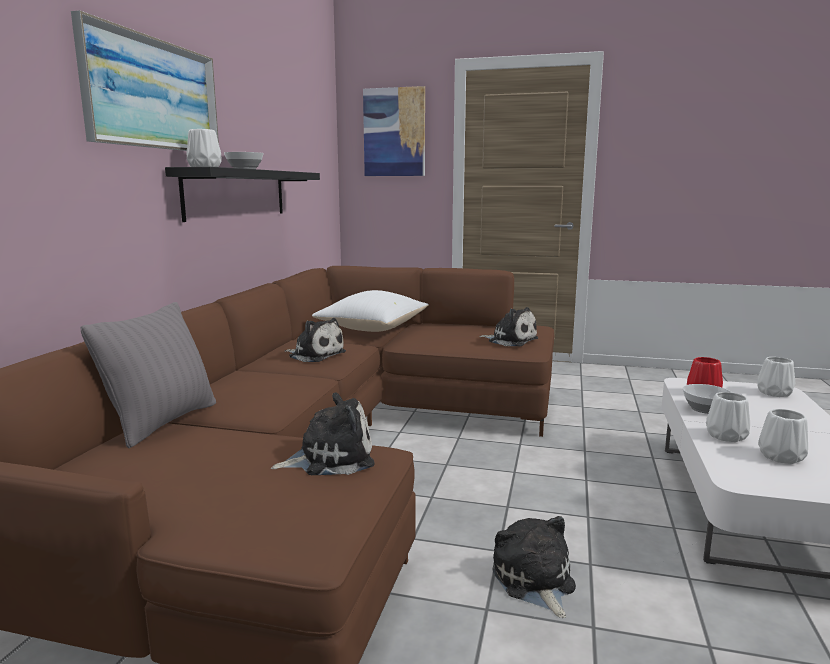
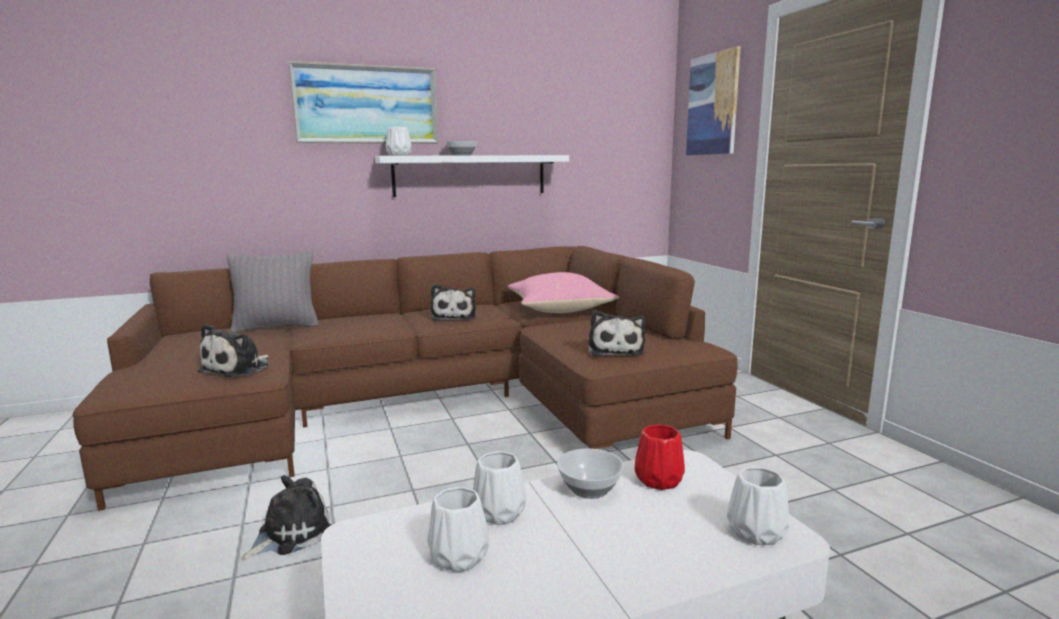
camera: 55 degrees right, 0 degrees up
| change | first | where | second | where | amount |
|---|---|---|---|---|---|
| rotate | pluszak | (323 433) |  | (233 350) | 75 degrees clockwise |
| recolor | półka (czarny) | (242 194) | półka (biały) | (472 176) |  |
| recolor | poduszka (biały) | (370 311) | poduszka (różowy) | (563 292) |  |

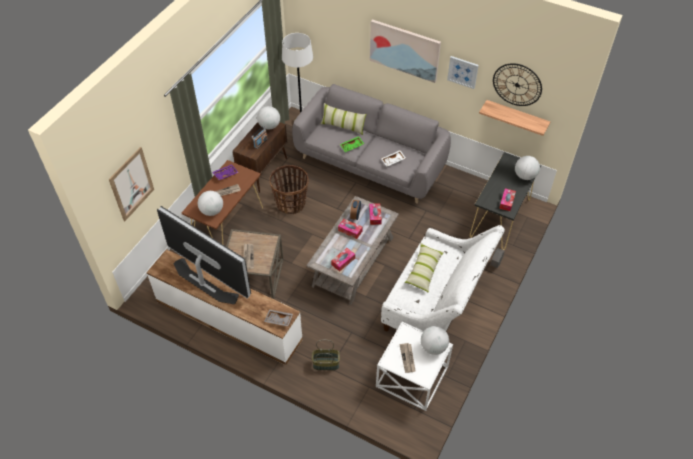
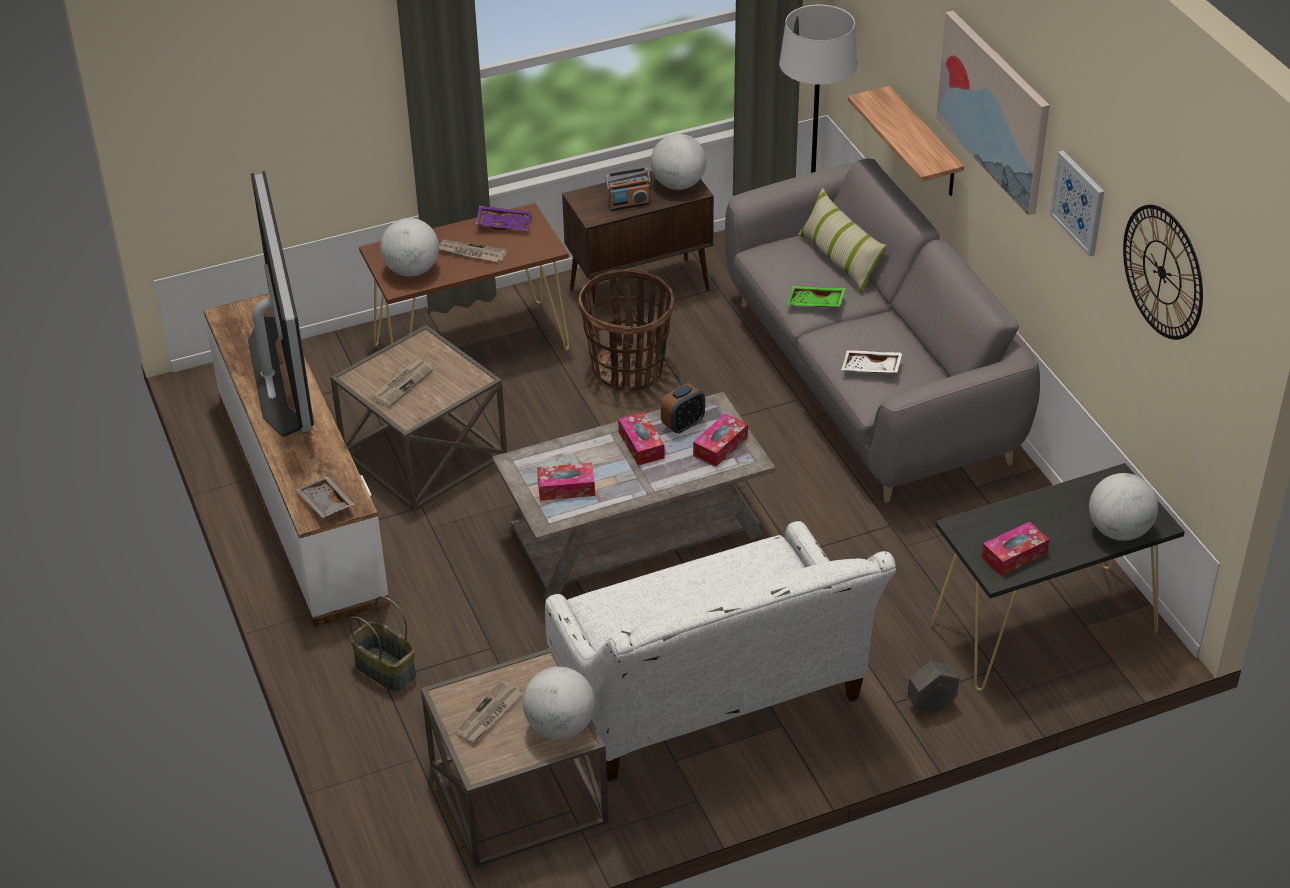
camera: 40 degrees right, 10 degrees down
| change | first | where | second | where | amount |
|---|---|---|---|---|---|
| recolor | stolik (biały) | (414 366) | stolik (brązowy) | (514 757) |  |
| move | półka | (514 118) |  | (906 141) |  |
| delete | obraz | (131 184) |  |  |  |
| delete | poduszka | (424 268) |  |  |  |

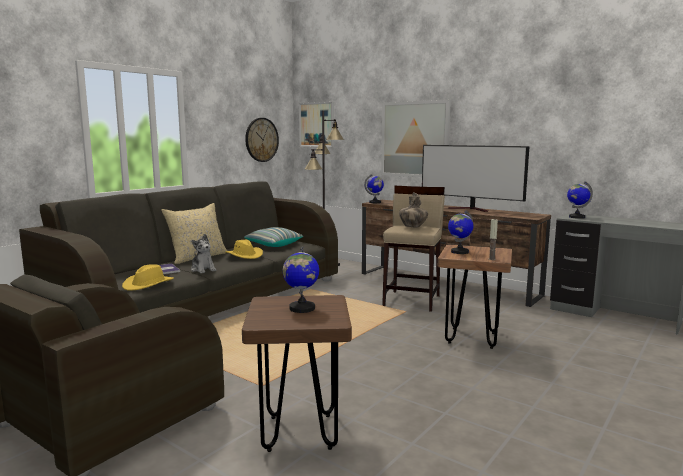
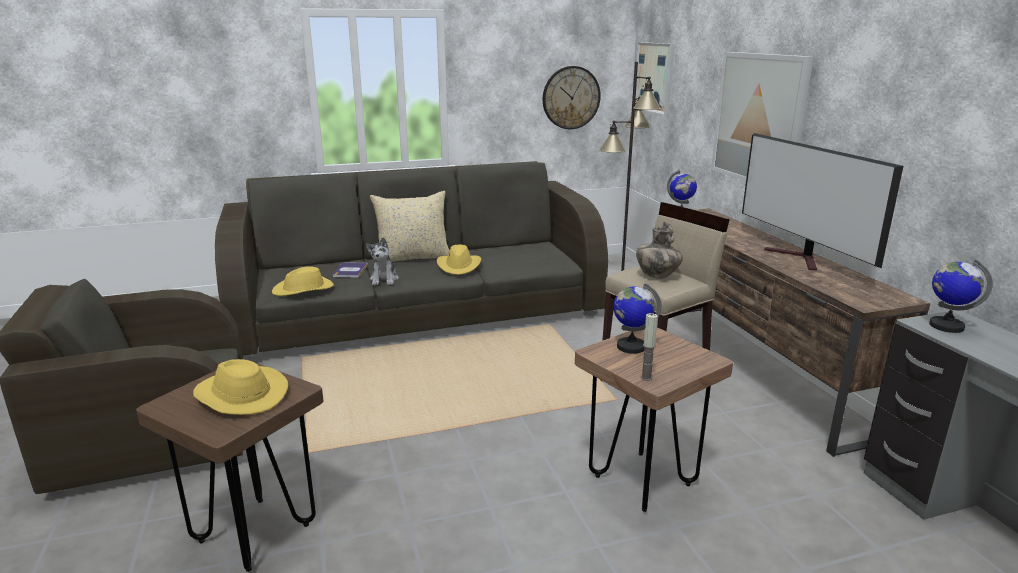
camera: 35 degrees right, 10 degrees up
| change | first | where | second | where | amount |
|---|---|---|---|---|---|
| replace | globus | (301 279) | kapelusz (żółty) | (240 387) |  |
| delete | poduszka | (273 237) |  |  |  |

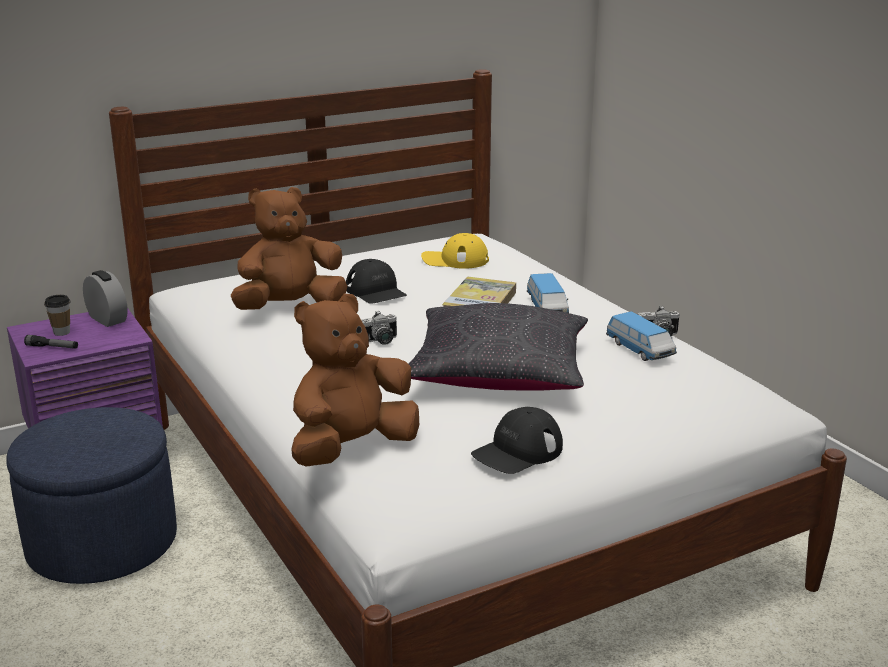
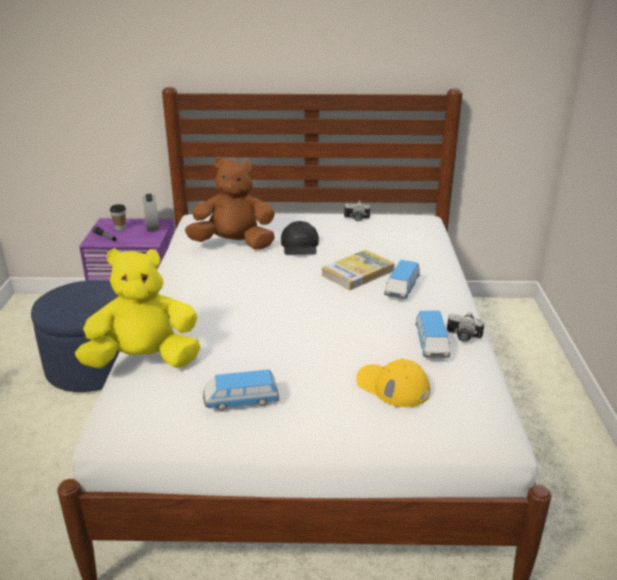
camera: 30 degrees right, 5 degrees up
| change | first | where | second | where | amount |
|---|---|---|---|---|---|
| recolor | pluszak (brązowy) | (355 380) | pluszak (żółty) | (138 308) |  |
| replace | czapka z daszkiem (czarny) | (517 440) | samochodzik | (241 390) |  |
| move | aparat fotograficzny | (379 327) |  | (357 210) |  |
| move | czapka z daszkiem (żółty) | (455 251) |  | (393 383) |  |
| delete | poduszka (czarny) | (498 347) |  |  |  |

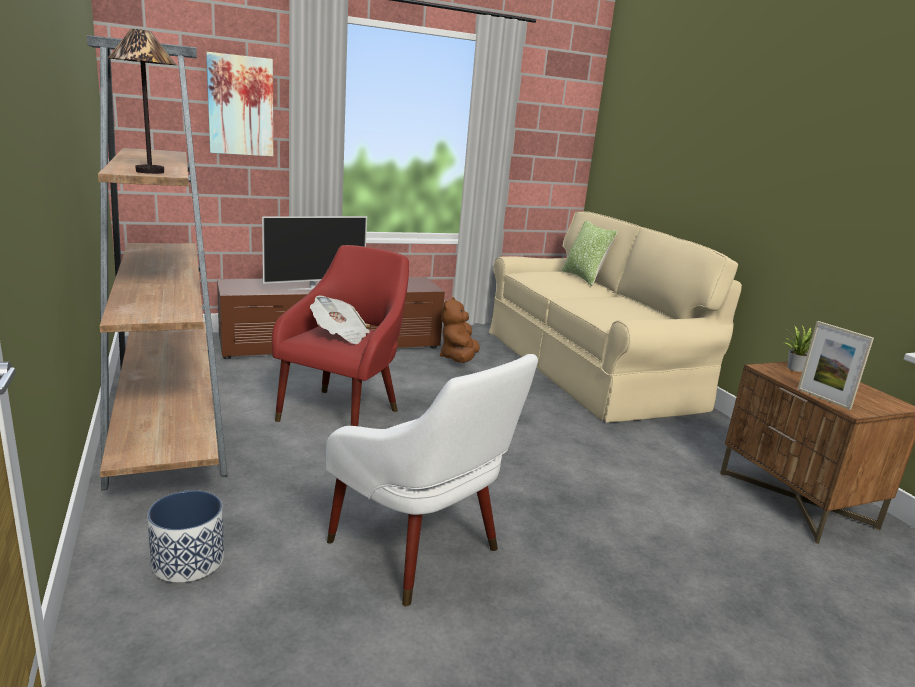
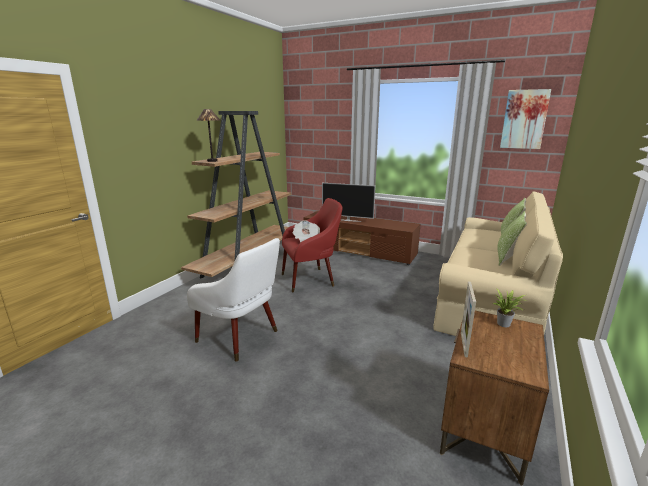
camera: 50 degrees right, 0 degrees up
| change | first | where | second | where | amount |
|---|---|---|---|---|---|
| rotate | fotel (biały) | (431 480) |  | (233 300) | 60 degrees counterclockwise |
| insert |  |  | poduszka | (512 238) |  |
| move | obraz | (239 104) |  | (525 119) |  |
| delete | donica | (185 536) |  |  |  |
| delete | pluszak (brązowy) | (460 330) |  |  |  |

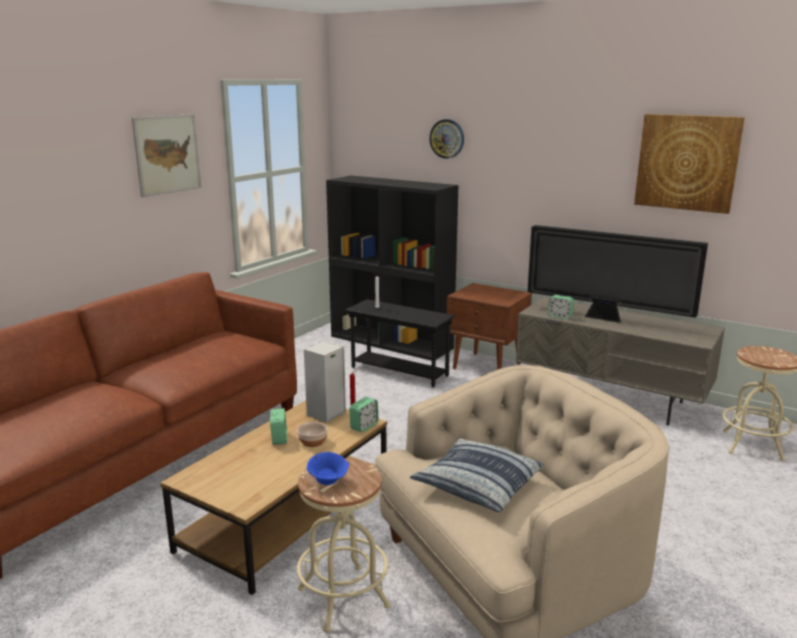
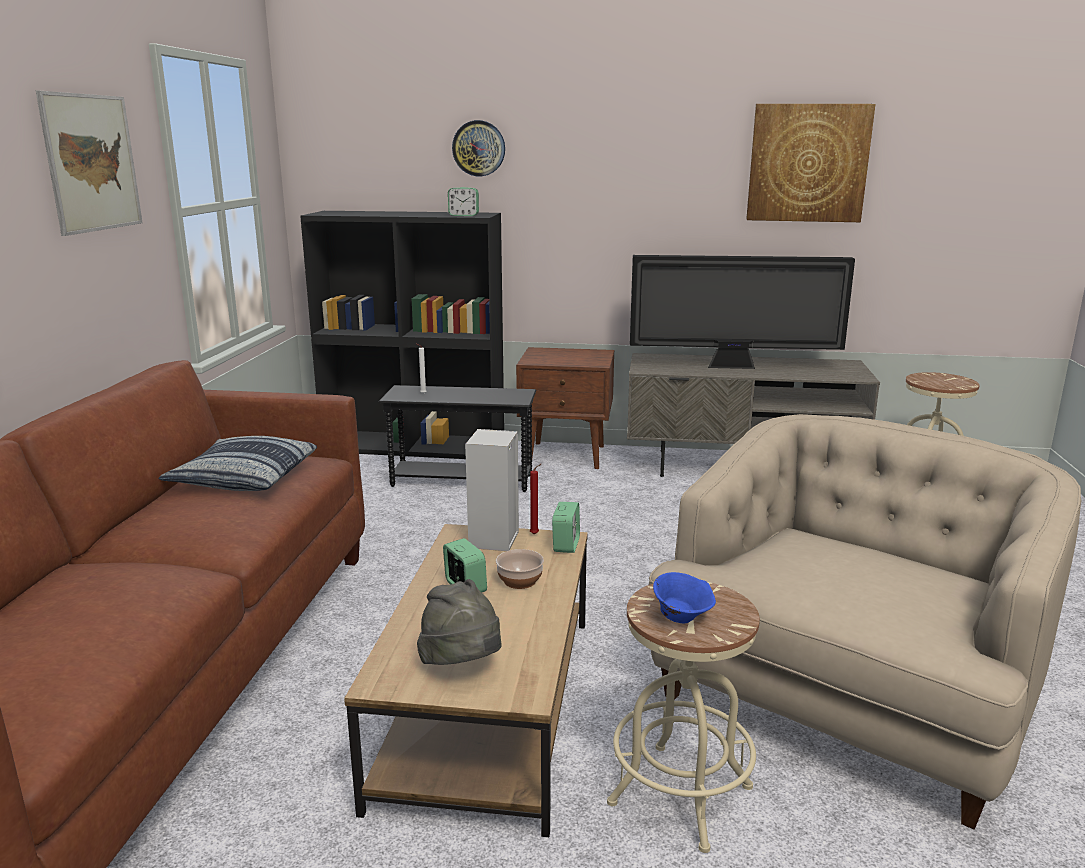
camera: 25 degrees left, 0 degrees up
| change | first | where | second | where | amount |
|---|---|---|---|---|---|
| move | poduszka | (477 474) |  | (238 463) |  |
| insert |  |  | kapelusz (szary) | (459 622) |  |
| move | budzik | (561 307) |  | (463 201) |  |

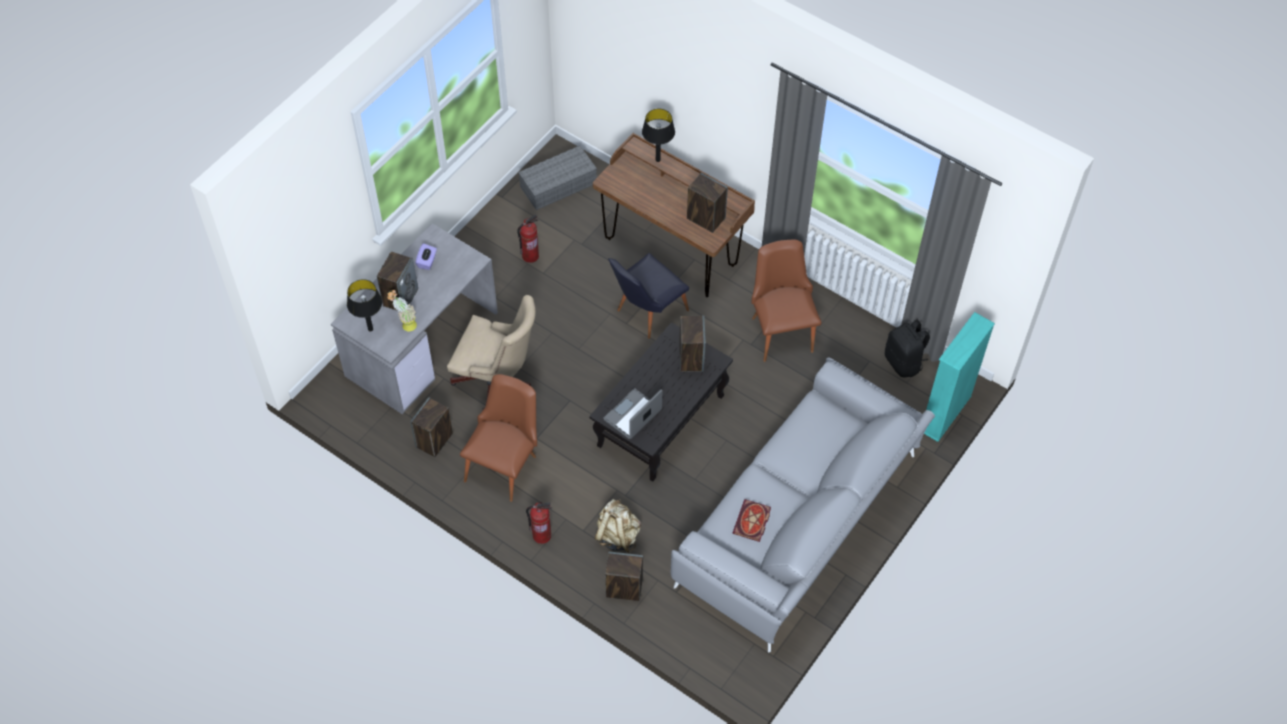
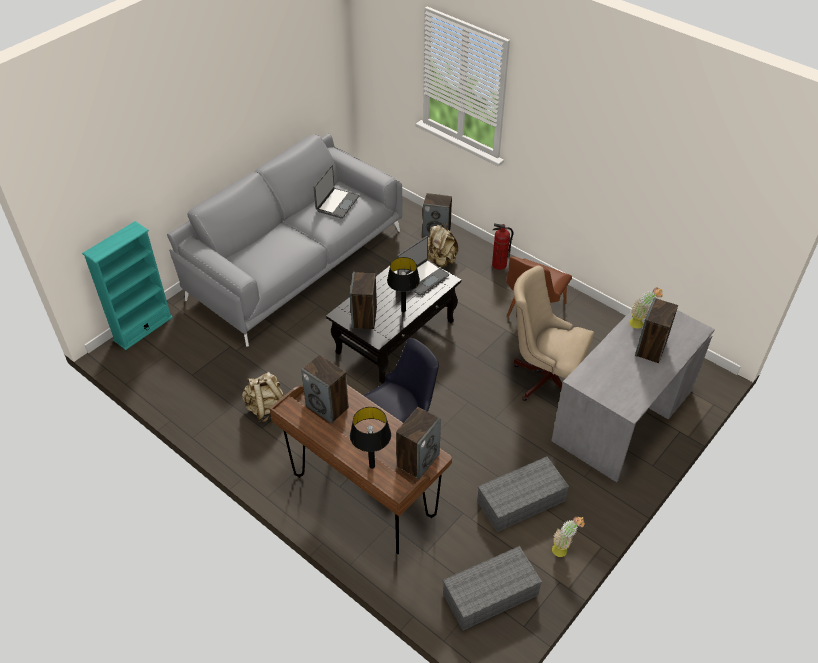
camera: 175 degrees left, 10 degrees down
| change | first | where | second | where | amount |
|---|---|---|---|---|---|
| replace | krzesło (brązowy) | (786 301) | plecak (beżowy) | (263 397) |  |
| replace | książka | (752 520) | laptop | (336 192) |  |
| move | lampa stołowa (czarny) | (364 305) |  | (403 284) |  |
| move | głośnik | (431 427) |  | (418 443) |  |
| replace | gaśnica | (528 238) | pojemnik do przechowywania (szary) | (523 494) |  |
| insert |  |  | roślina doniczkowa | (568 536) |  |
| delete | pudełko chusteczek (fioletowy) | (426 256) |  |  |  |
| delete | plecak (czarny) | (907 348) |  |  |  |

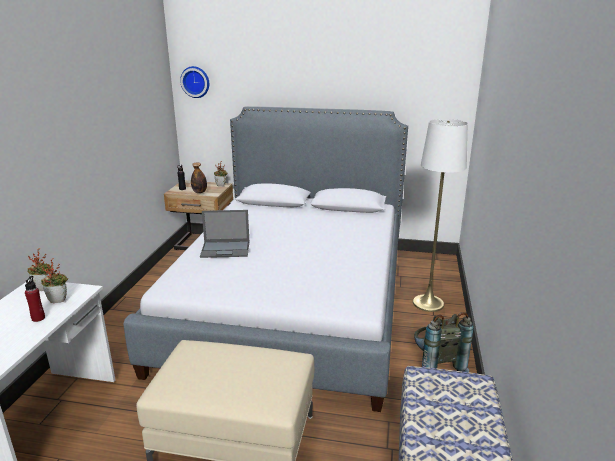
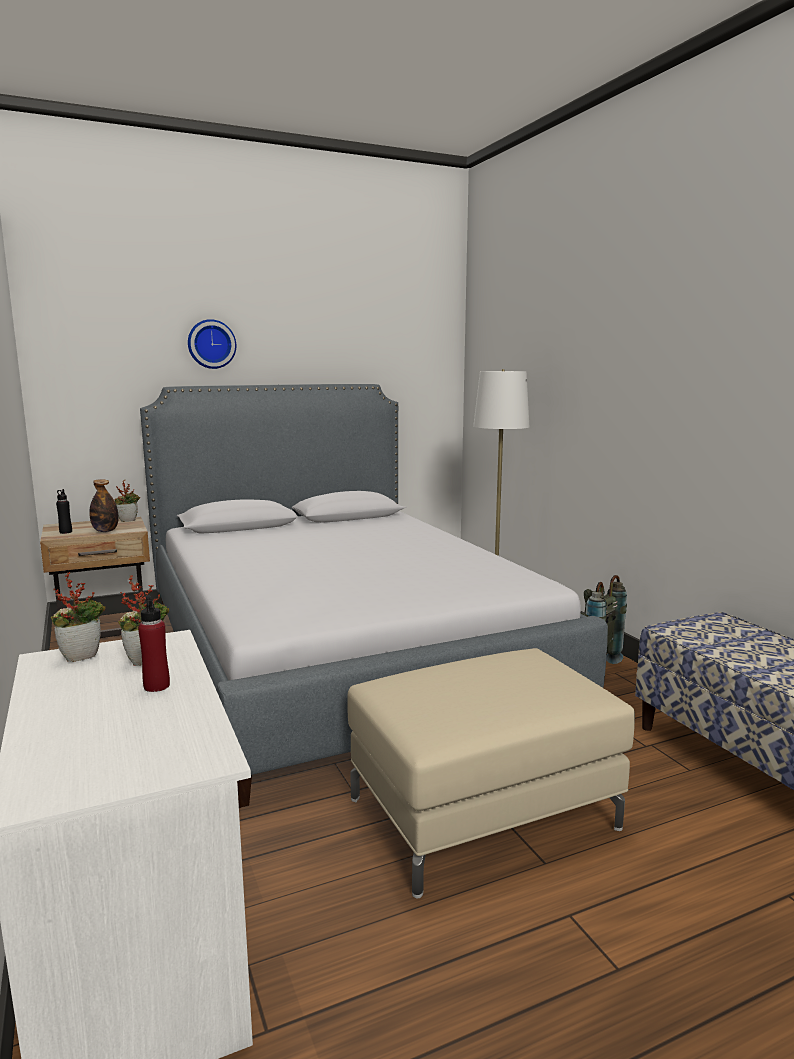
camera: 35 degrees left, 10 degrees down
| change | first | where | second | where | amount |
|---|---|---|---|---|---|
| move | zegar ścienny | (194 82) |  | (212 344) |  |
| delete | laptop | (224 234) |  |  |  |

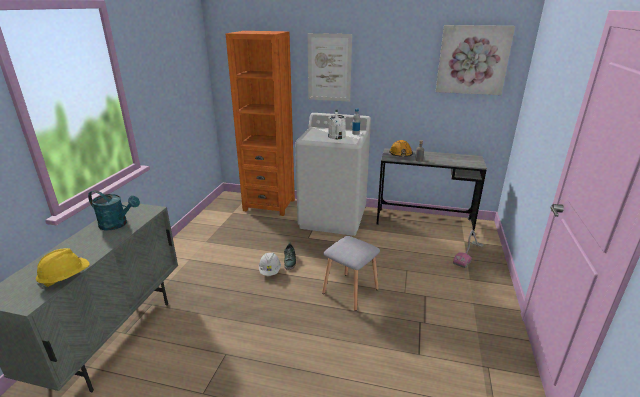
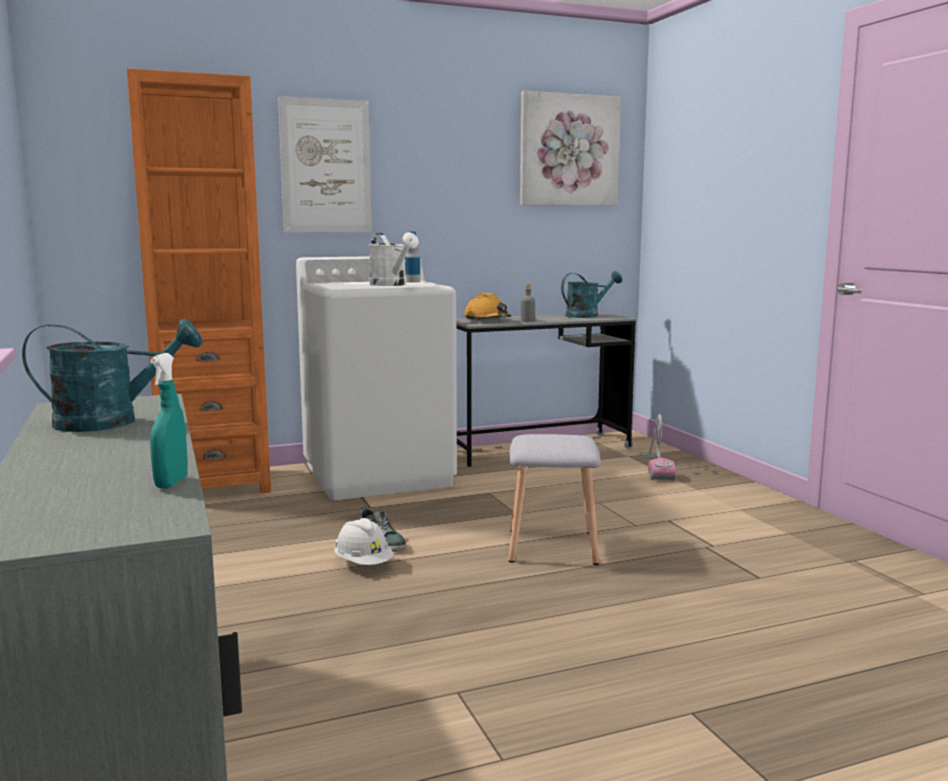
camera: 35 degrees left, 15 degrees down
| change | first | where | second | where | amount |
|---|---|---|---|---|---|
| replace | kask (żółty) | (63 268) | spryskiwacz (turkusowy) | (169 420) |  |
| insert |  |  | konewka (turkusowy) | (591 294) |  |

